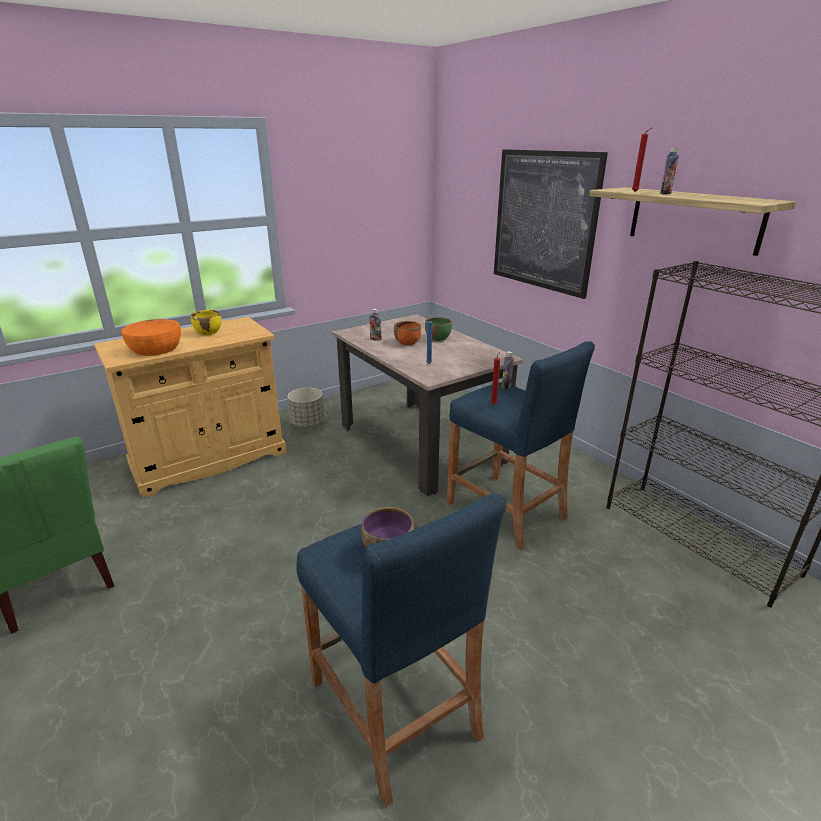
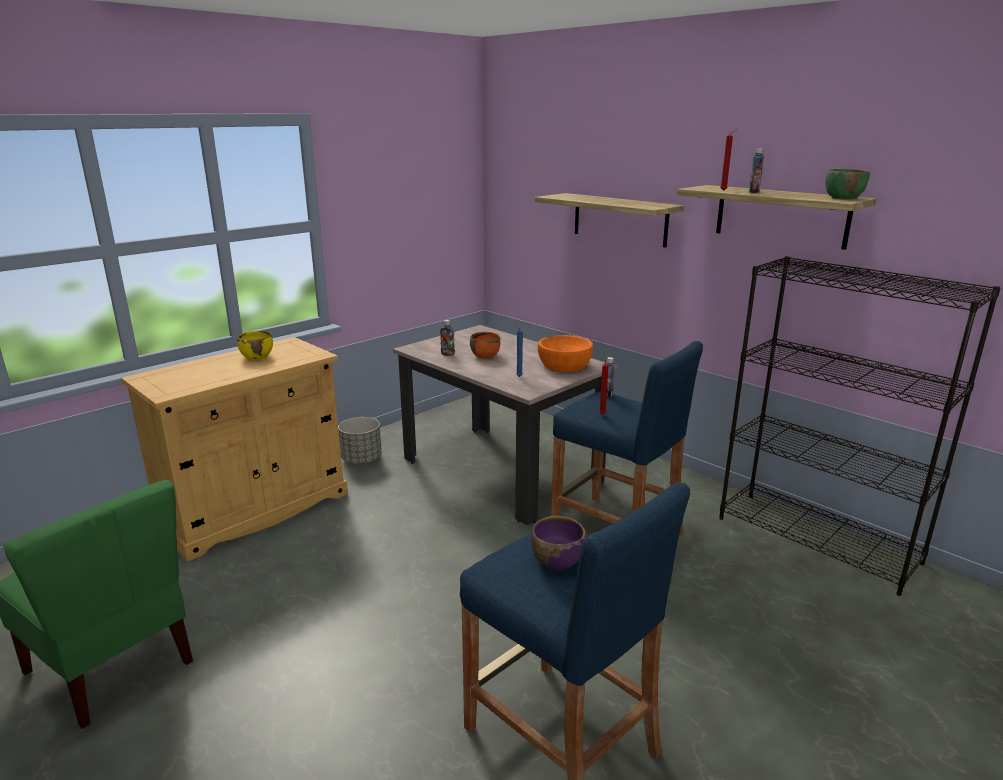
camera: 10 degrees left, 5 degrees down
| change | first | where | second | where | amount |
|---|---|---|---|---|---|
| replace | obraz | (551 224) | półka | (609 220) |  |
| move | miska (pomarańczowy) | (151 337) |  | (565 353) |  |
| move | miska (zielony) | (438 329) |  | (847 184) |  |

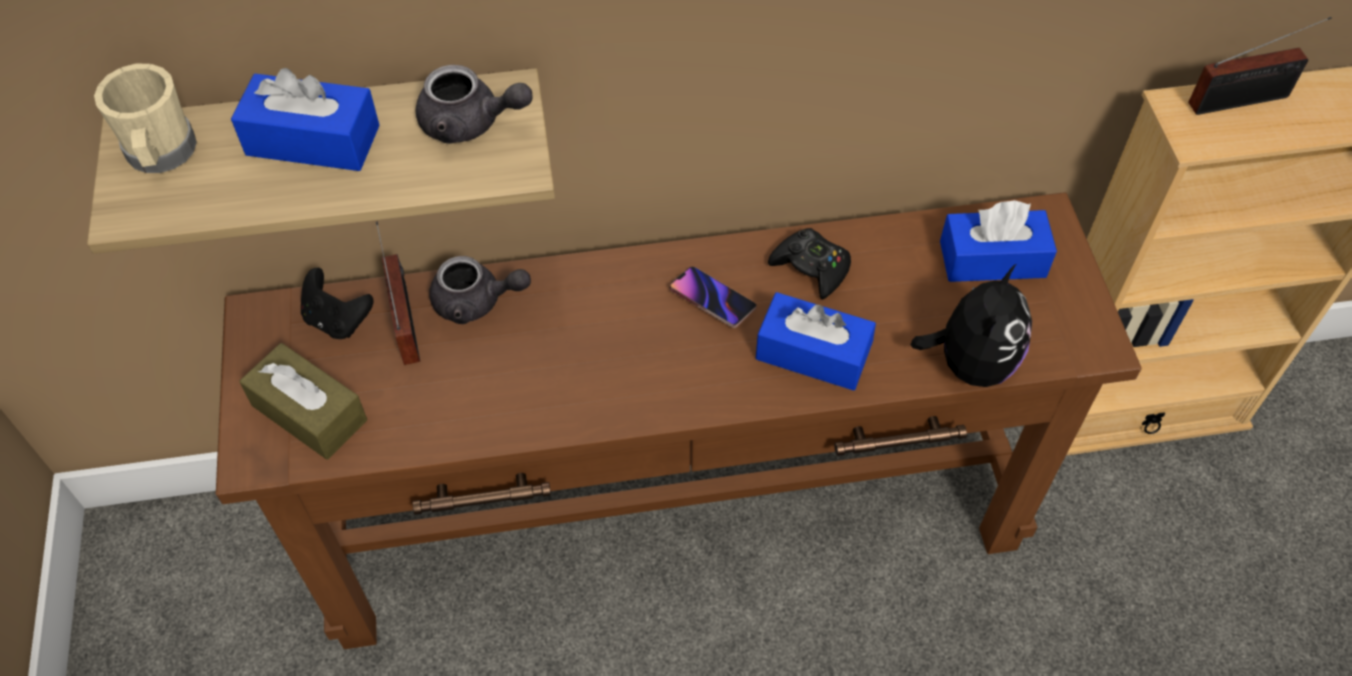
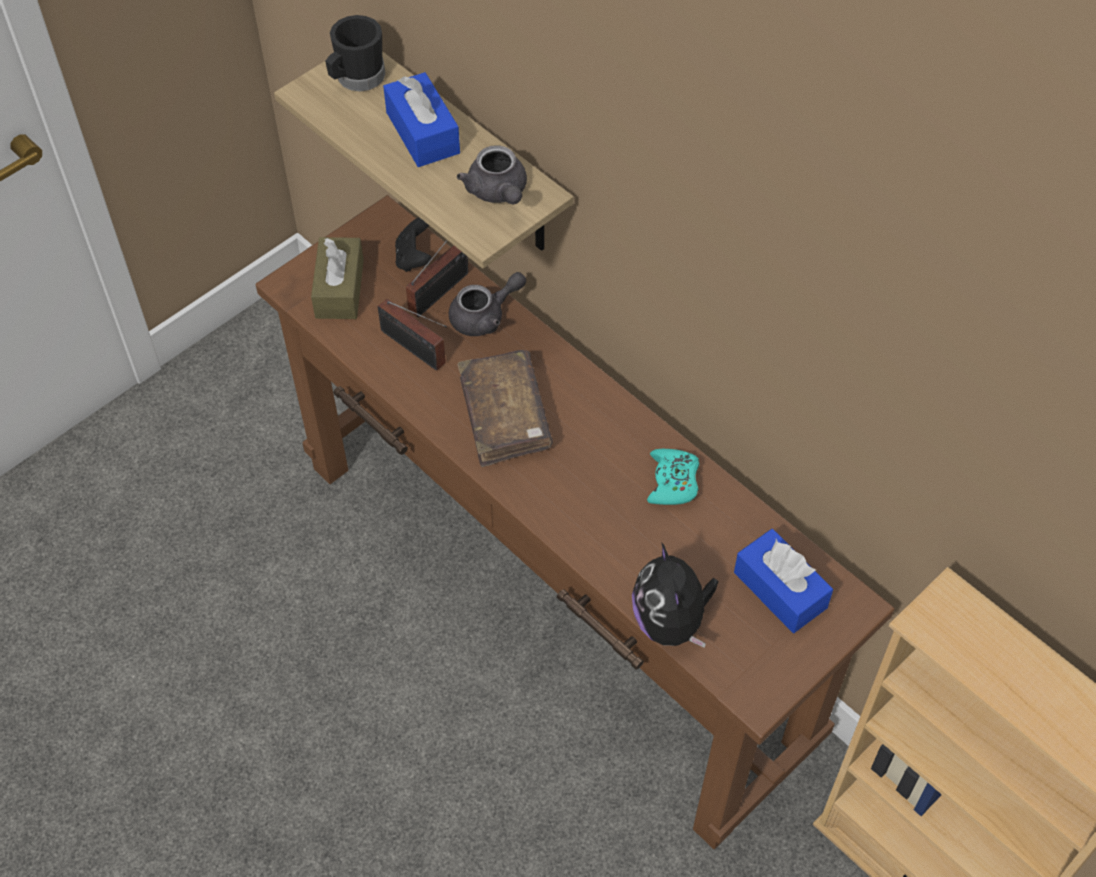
camera: 55 degrees right, 0 degrees up
| change | first | where | second | where | amount |
|---|---|---|---|---|---|
| recolor | kubek (beżowy) | (145 118) | kubek (czarny) | (355 53) |  |
| move | radio | (1260 66) |  | (412 335) |  |
| rotate | imbryk (szary) | (480 290) |  | (487 304) | 90 degrees counterclockwise |
| insert |  |  | książka (brązowy) | (505 408) |  |
| rotate | pluszak | (971 325) |  | (675 595) | 90 degrees clockwise |
| recolor | pad do gier (czarny) | (809 263) | pad do gier (turkusowy) | (673 477) |  |
| delete | telefon | (713 297) |  |  |  |
| delete | pudełko chusteczek (niebieski) | (816 341) |  |  |  |

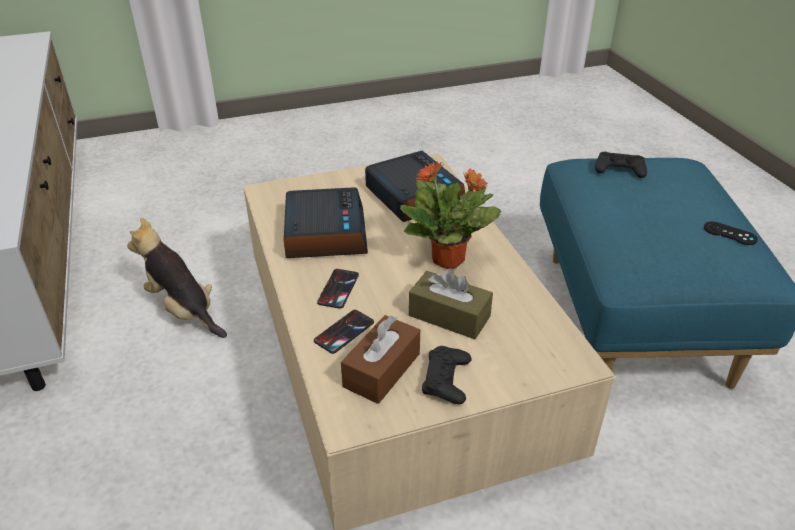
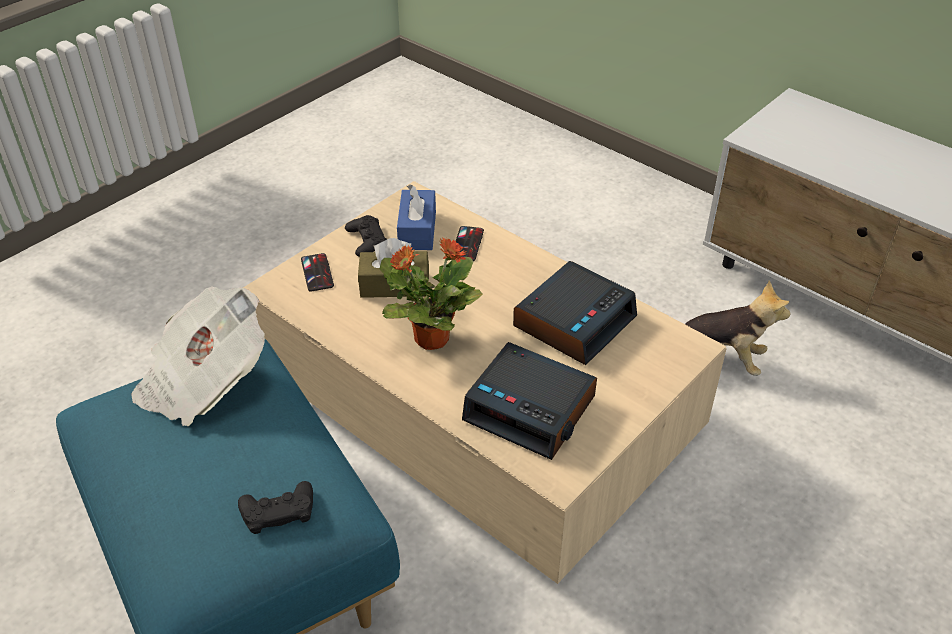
camera: 150 degrees right, 5 degrees up
| change | first | where | second | where | amount |
|---|---|---|---|---|---|
| insert |  |  | gazeta | (198 356) |  |
| move | telefon | (338 289) |  | (317 272) |  |
| recolor | pudełko chusteczek (brązowy) | (380 359) | pudełko chusteczek (niebieski) | (416 217) |  |
| rotate | budzik | (326 222) |  | (575 313) | 105 degrees counterclockwise |
| delete | pad do gier (czarny) | (731 233) |  |  |  |

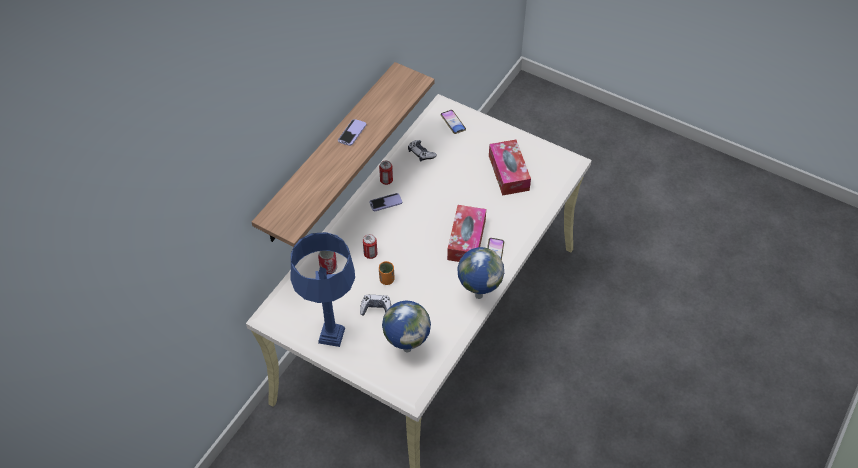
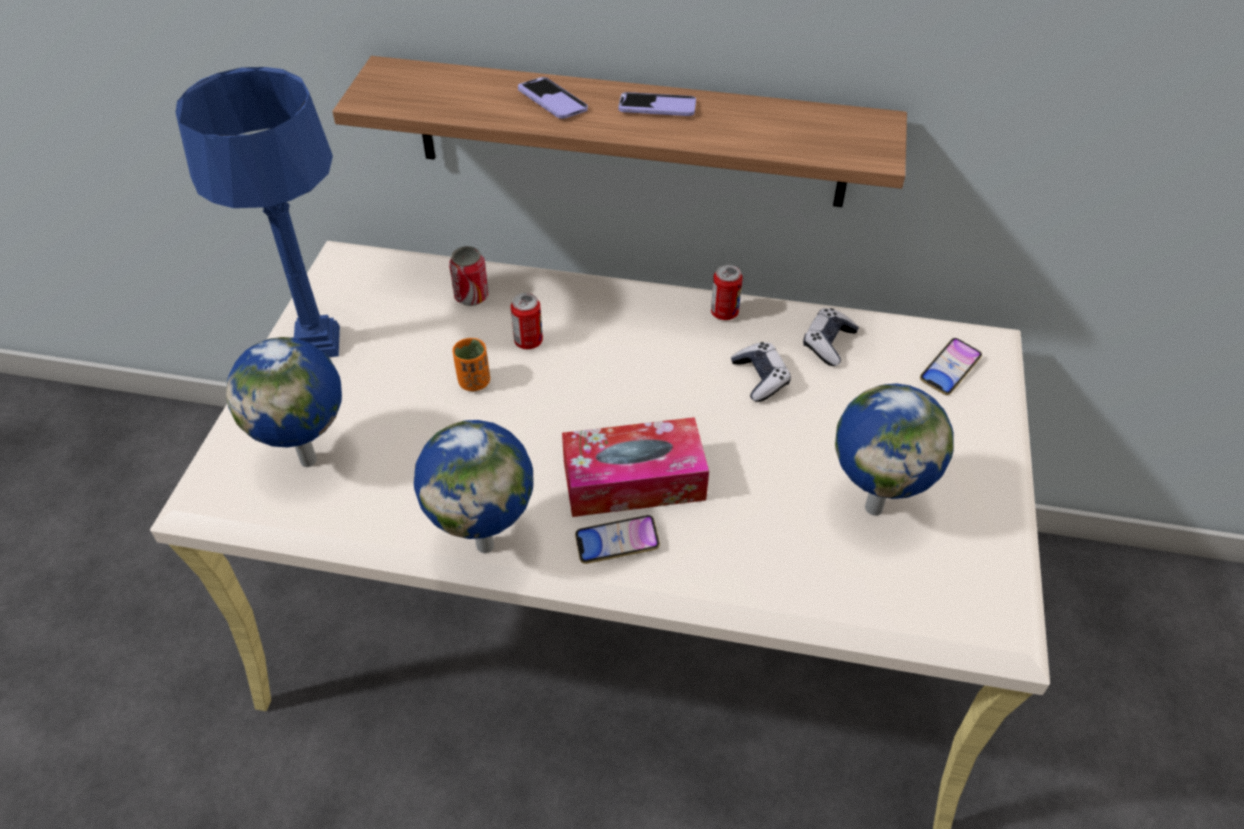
camera: 70 degrees right, 5 degrees down
| change | first | where | second | where | amount |
|---|---|---|---|---|---|
| move | telefon | (385 202) |  | (553 98) |  |
| move | pad do gier | (375 305) |  | (761 372) |  |
| replace | pudełko chusteczek | (510 168) | globus | (894 450) |  |

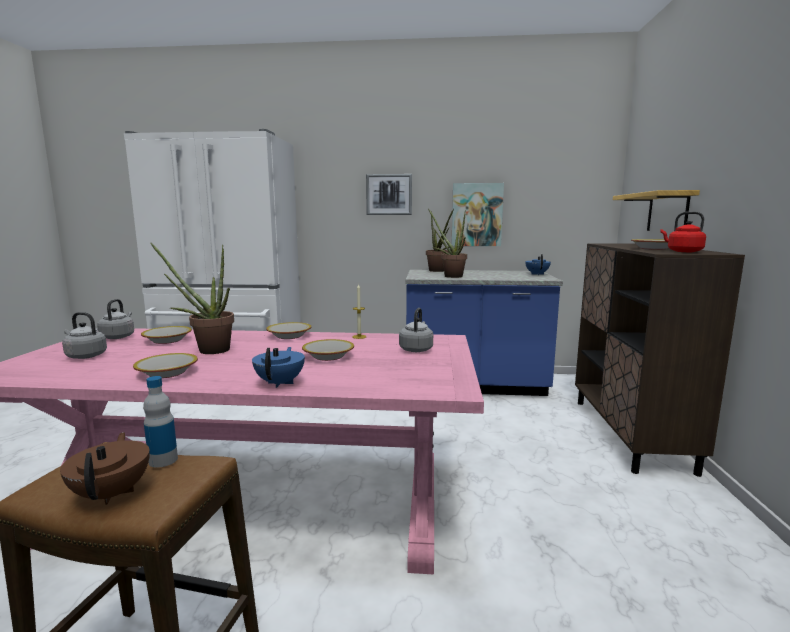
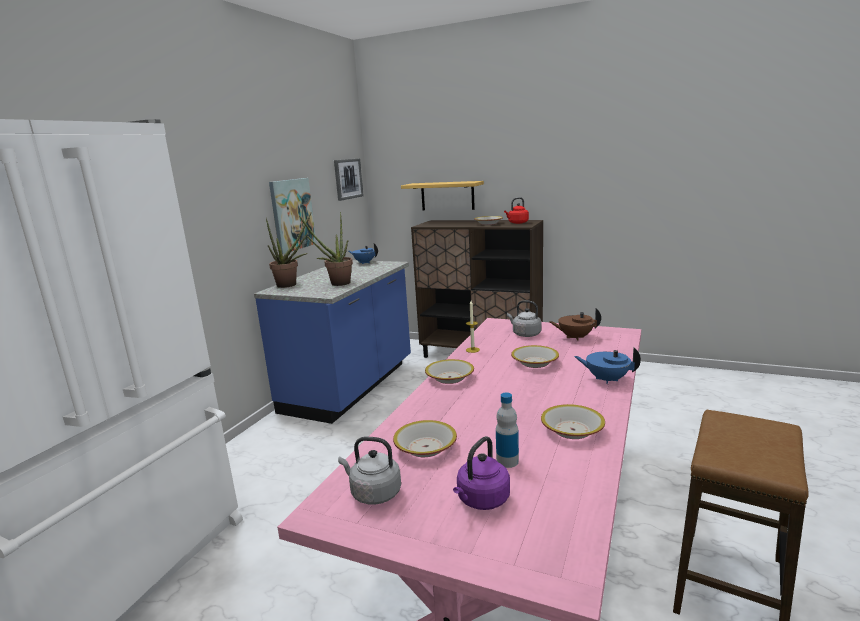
camera: 70 degrees left, 5 degrees up
| change | first | where | second | where | amount |
|---|---|---|---|---|---|
| move | obraz | (389 194) |  | (349 180) |  |
| recolor | czajnik (szary) | (84 335) | czajnik (fioletowy) | (481 473) |  |
| move | butelka | (160 422) |  | (507 430) |  |
| move | imbryk (brązowy) | (105 468) |  | (575 324) |  |
| delete | roślina doniczkowa | (192 298) |  |  |  |

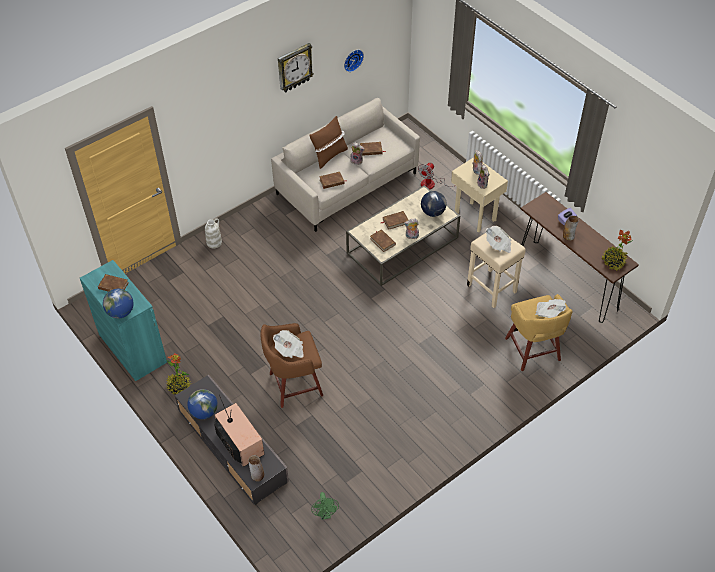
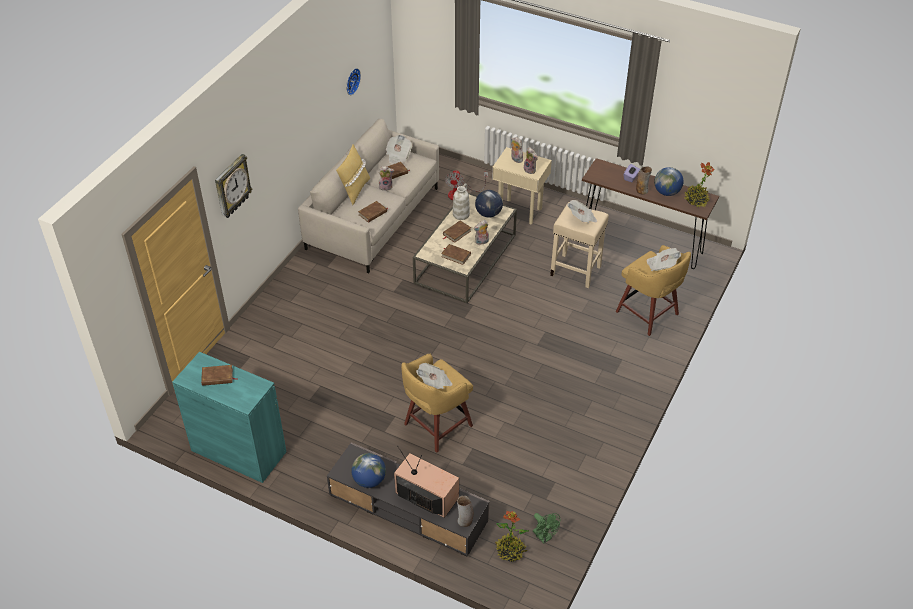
camera: 25 degrees left, 5 degrees down
| change | first | where | second | where | amount |
|---|---|---|---|---|---|
| move | zegar ścienny | (296 68) |  | (233 186) |  |
| recolor | poduszka (brązowy) | (328 142) | poduszka (żółty) | (353 175) |  |
| insert |  |  | gazeta | (399 149) |  |
| recolor | stołek (brązowy) | (292 365) | stołek (żółty) | (437 403) |  |
| move | wazon (biały) | (213 233) |  | (461 201) |  |
| move | roślina doniczkowa | (178 373) |  | (512 536) |  |
| move | globus | (118 303) |  | (668 181) |  |

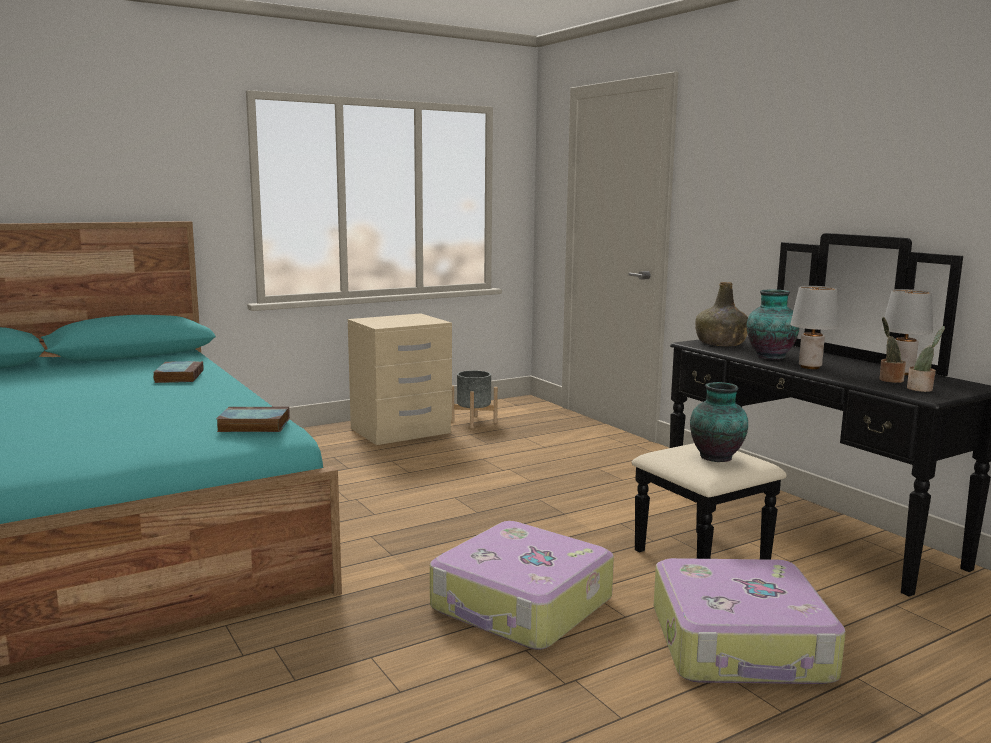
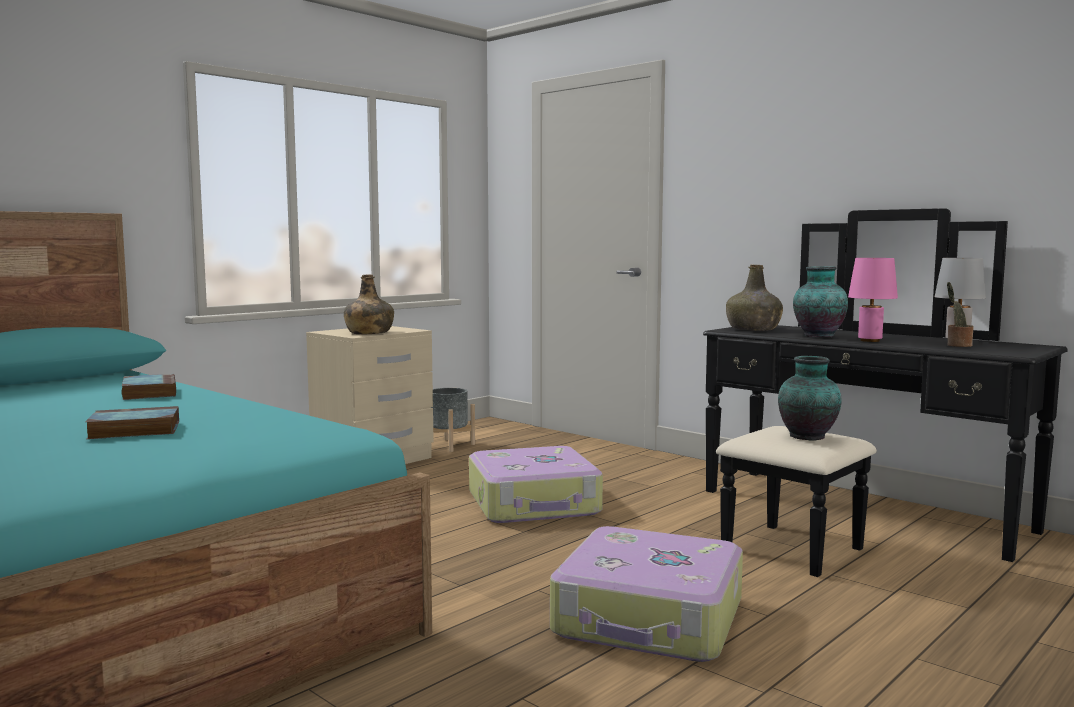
camera: 15 degrees left, 5 degrees down
| change | first | where | second | where | amount |
|---|---|---|---|---|---|
| move | książka | (253 419) |  | (132 422) |  |
| insert |  |  | butelka (zielony) | (369 304) |  |
| move | walizka | (750 621) |  | (536 484) |  |
| recolor | lampa stołowa (szary) | (814 327) | lampa stołowa (różowy) | (873 300) |  |
| delete | roślina doniczkowa | (926 359) |  |  |  |

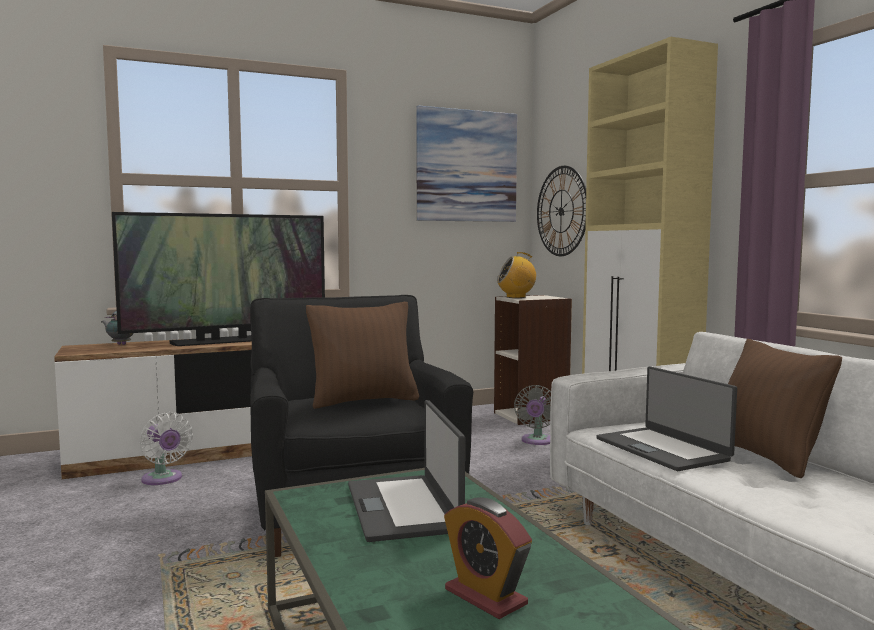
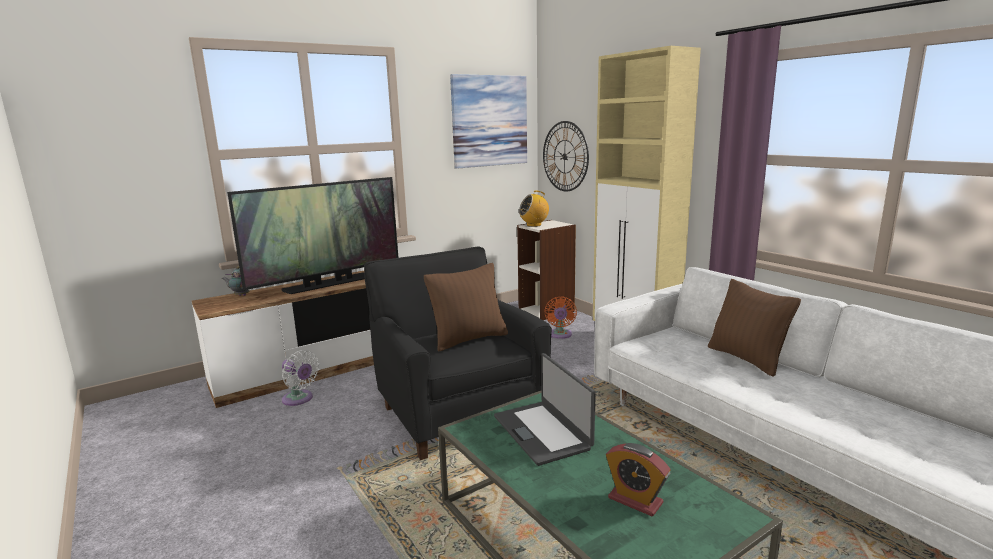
camera: 10 degrees left, 10 degrees up
| change | first | where | second | where | amount |
|---|---|---|---|---|---|
| recolor | wentylator (szary) | (532 415) | wentylator (pomarańczowy) | (560 317) |  |
| delete | laptop | (666 418) |  |  |  |

